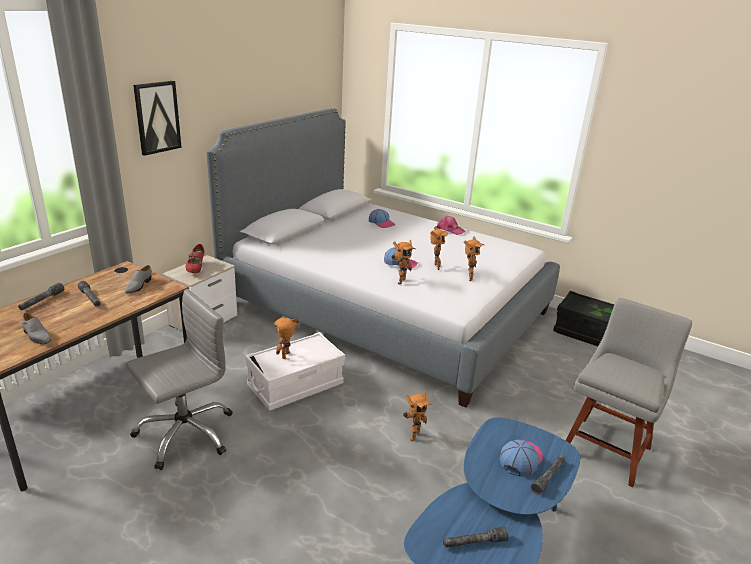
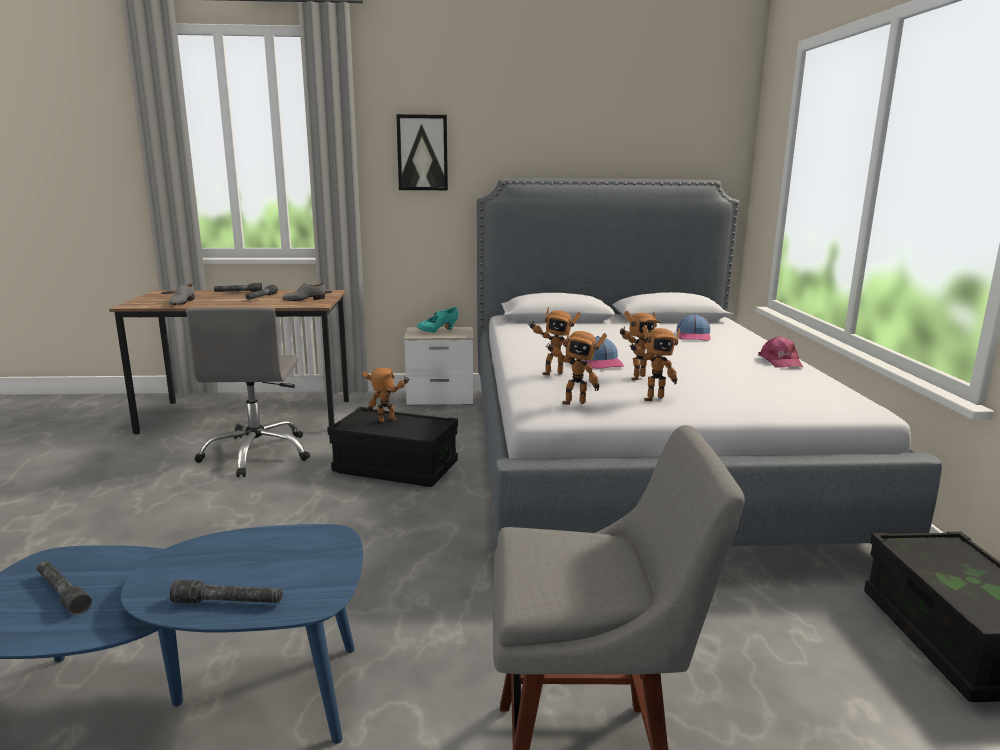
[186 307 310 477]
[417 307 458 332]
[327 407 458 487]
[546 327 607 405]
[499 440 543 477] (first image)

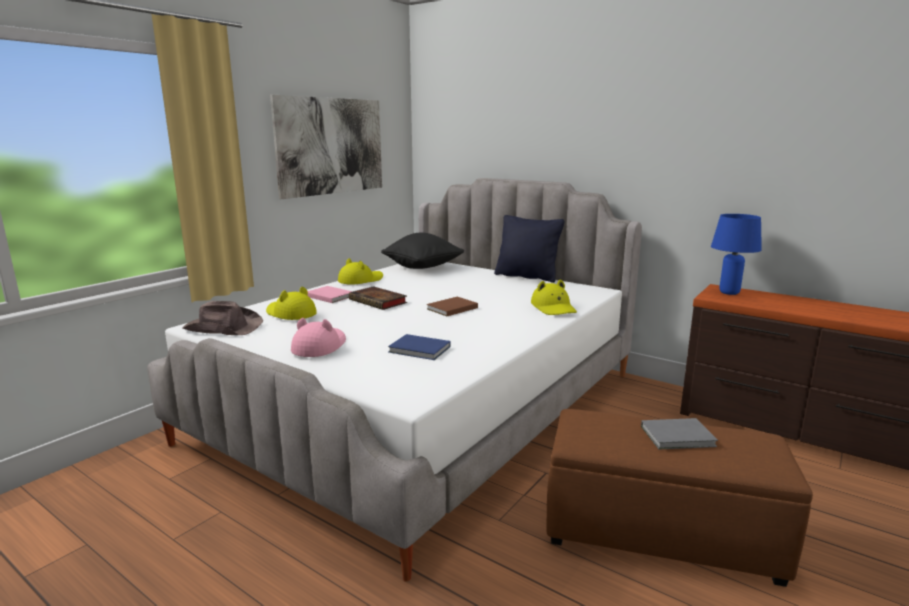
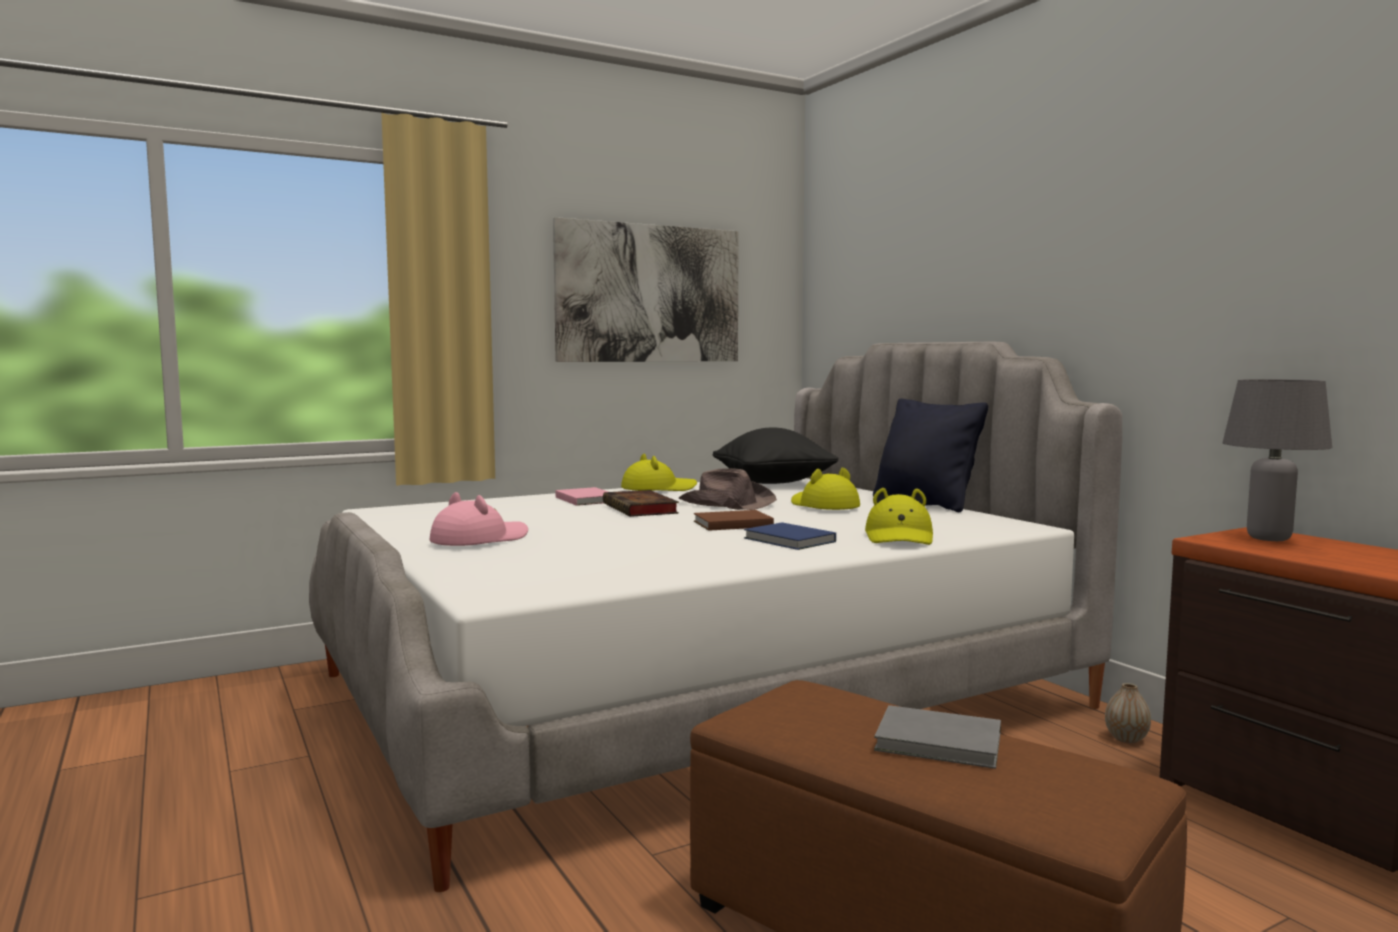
[678 468 777 510]
[791 467 860 510]
[744 523 836 550]
[1222 379 1332 541]
[1105 683 1151 743]

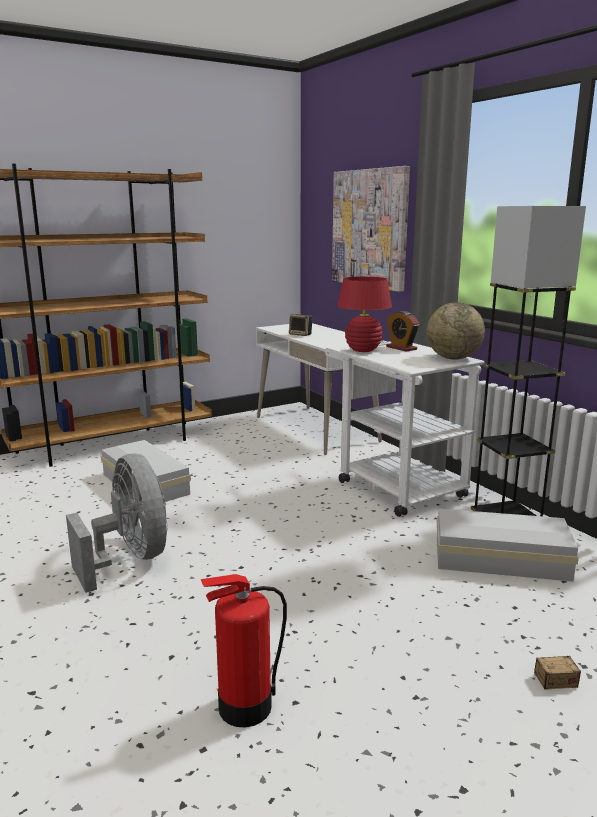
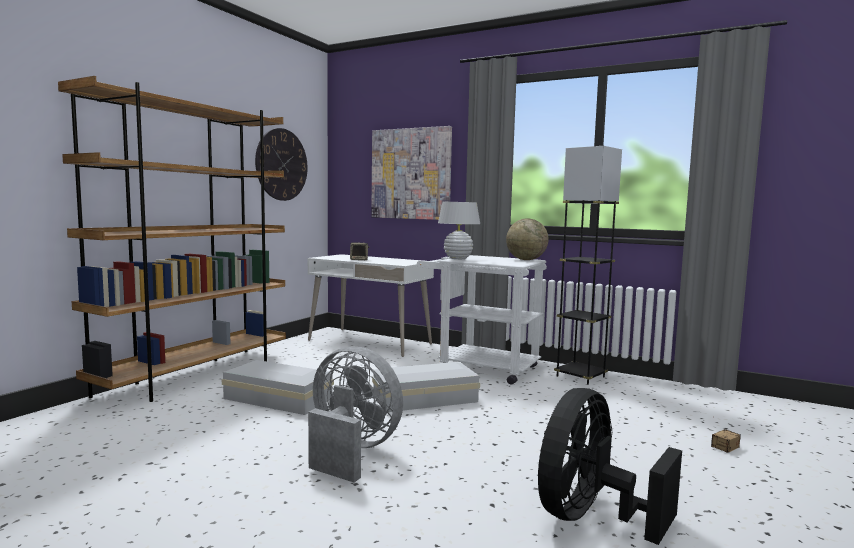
[538 388 682 545]
[438 202 480 259]
[386 311 420 352] (first image)
[372 362 480 412]
[255 128 308 201]

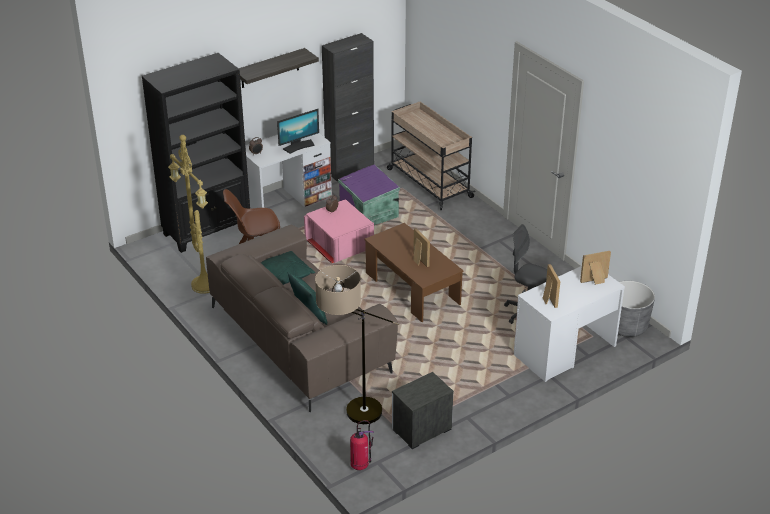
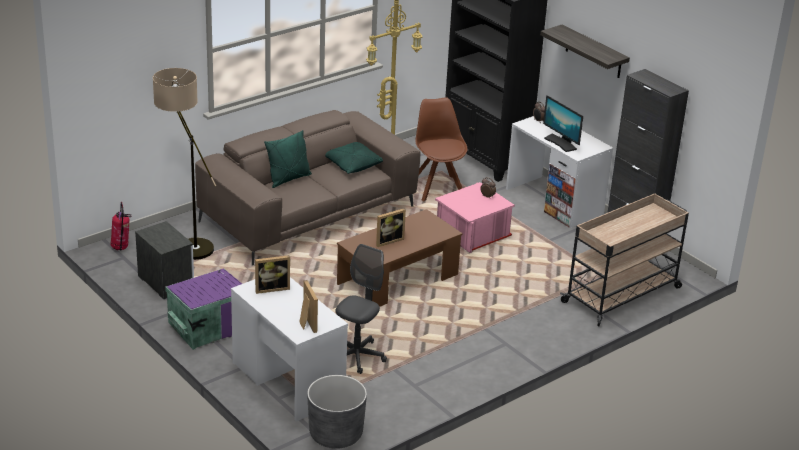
[165 268 242 350]

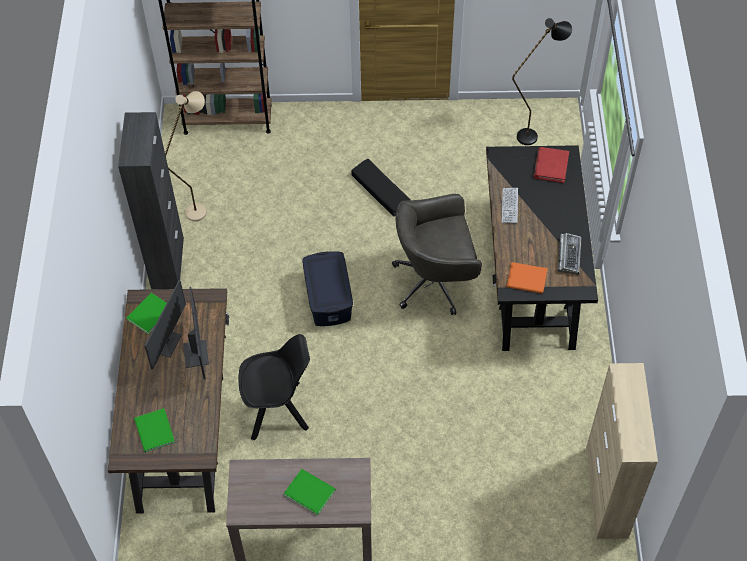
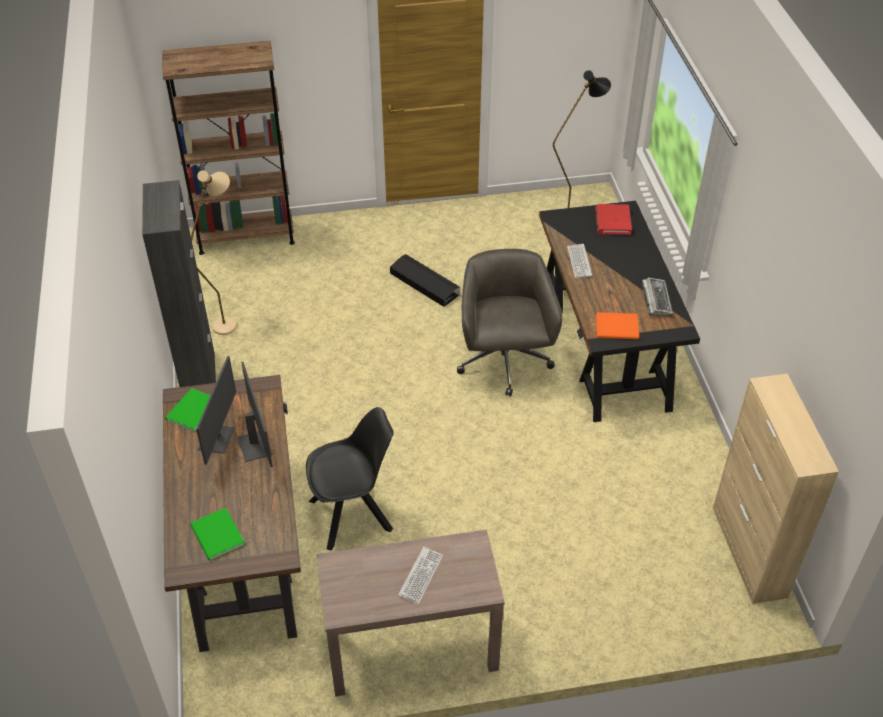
[398 547 443 604]
[302 251 353 326] (first image)
[457 249 562 396]

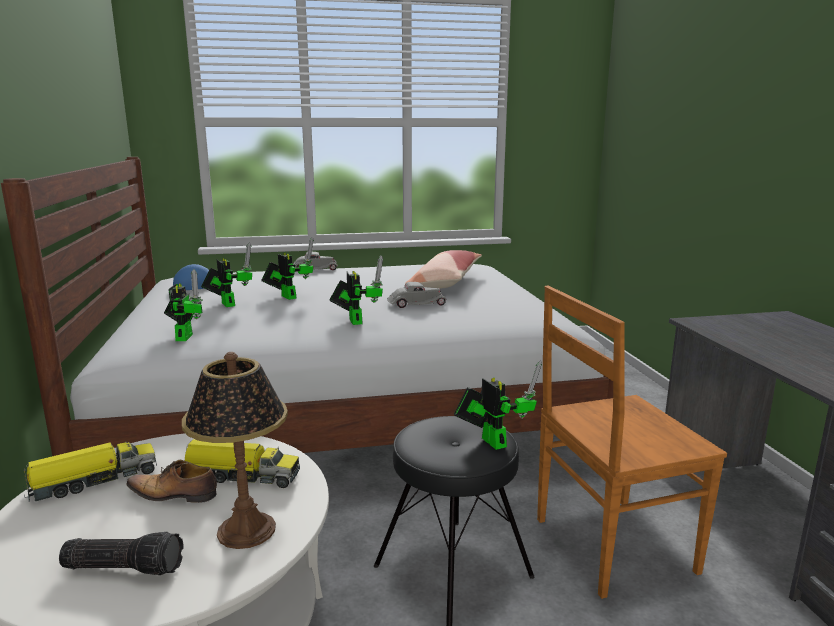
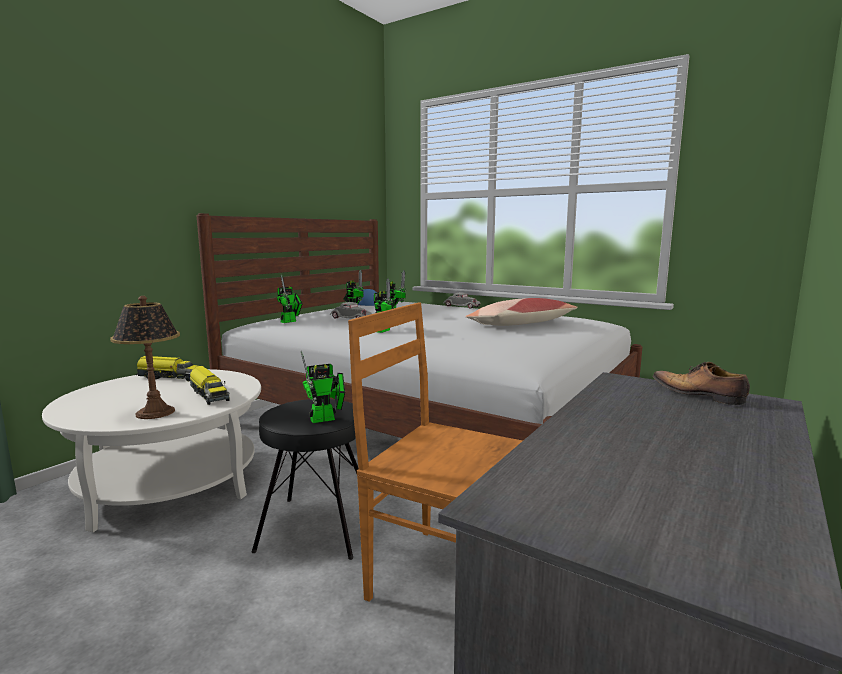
[59 532 184 575] (first image)
[653 362 750 405]
[329 302 372 319]
[301 351 345 423]

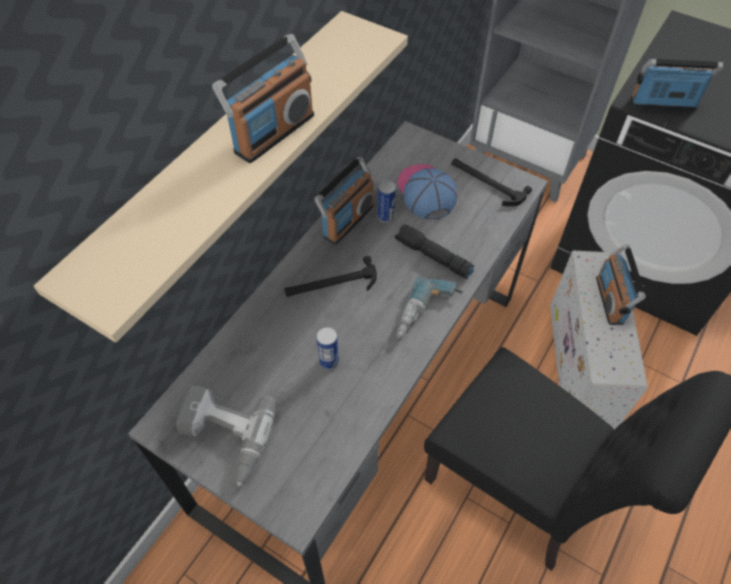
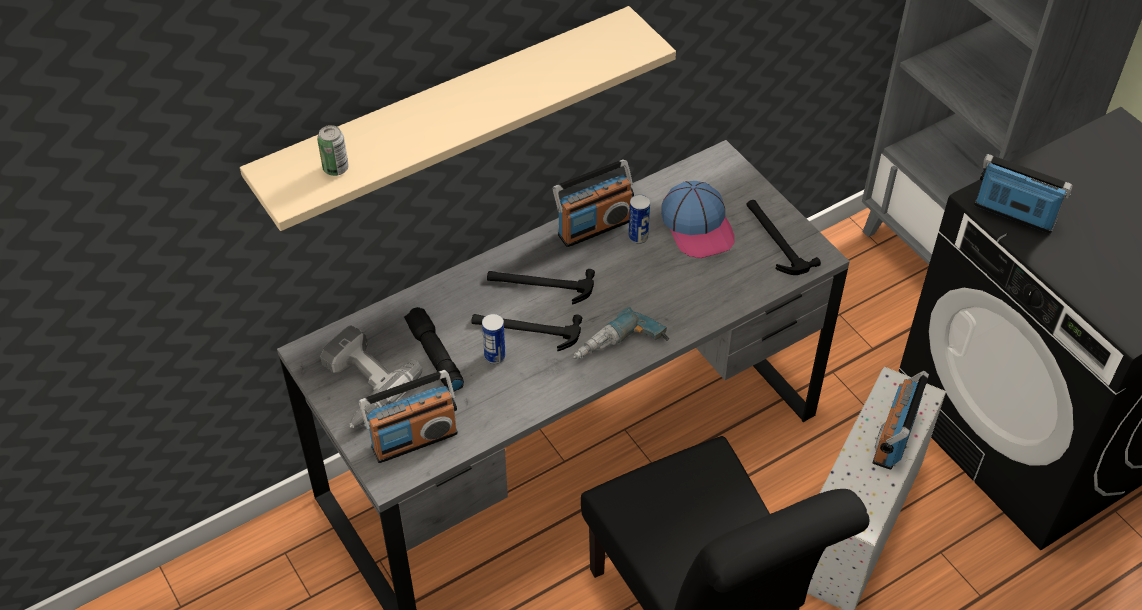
[359 370 458 463]
[404 307 464 392]
[661 181 735 258]
[317 125 349 176]
[471 314 582 351]

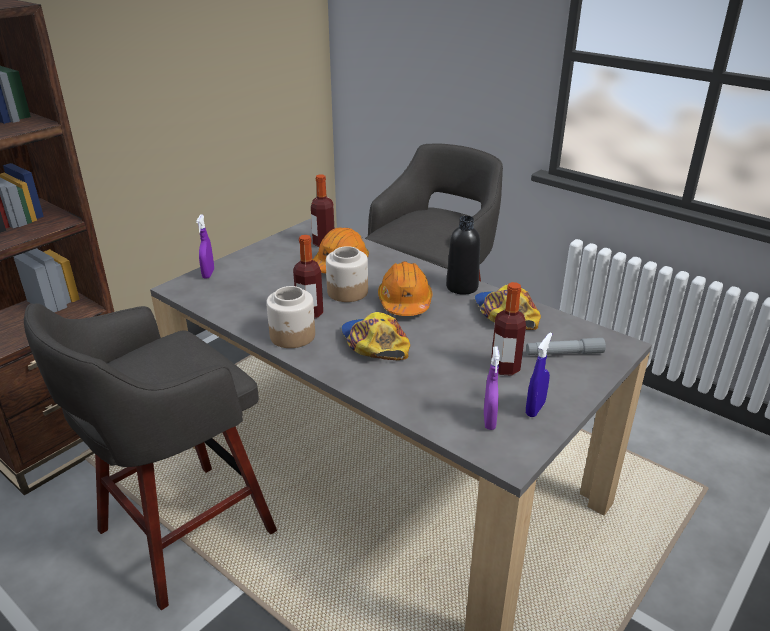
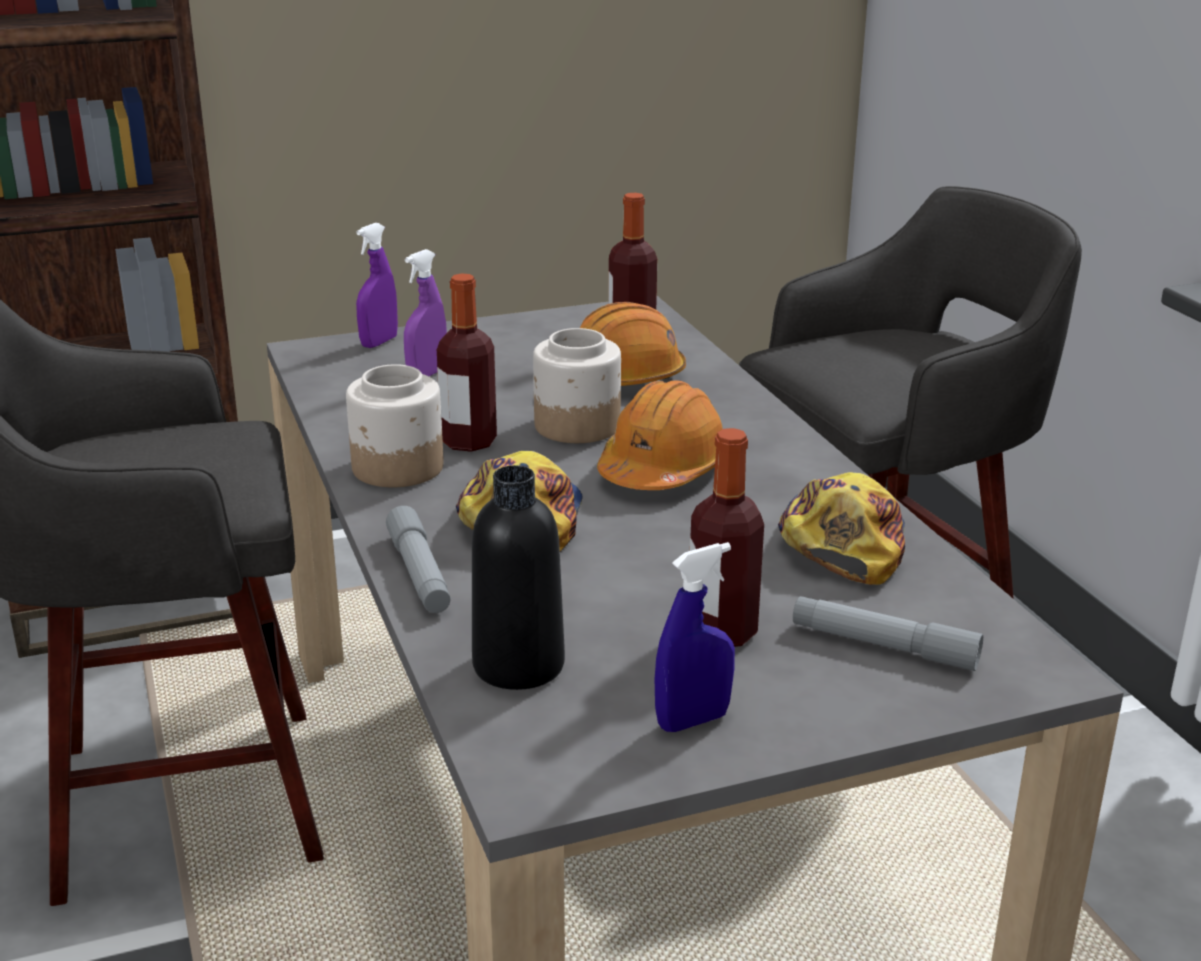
[472 465 565 690]
[404 249 447 376]
[386 506 451 613]

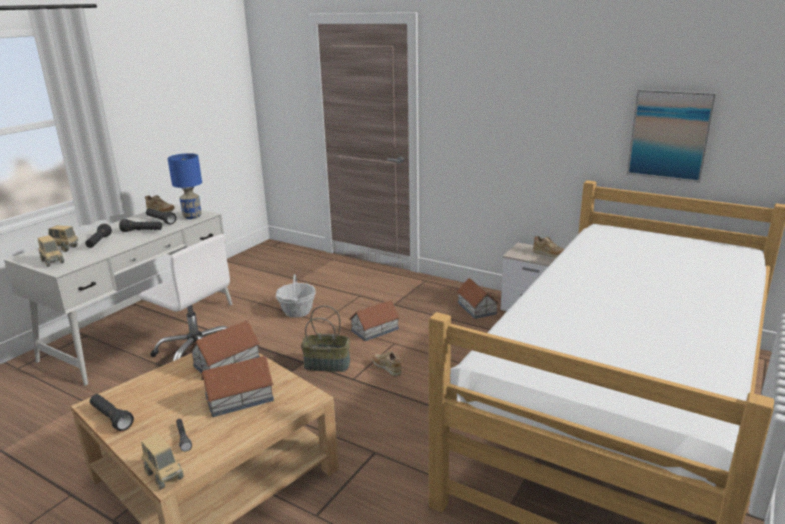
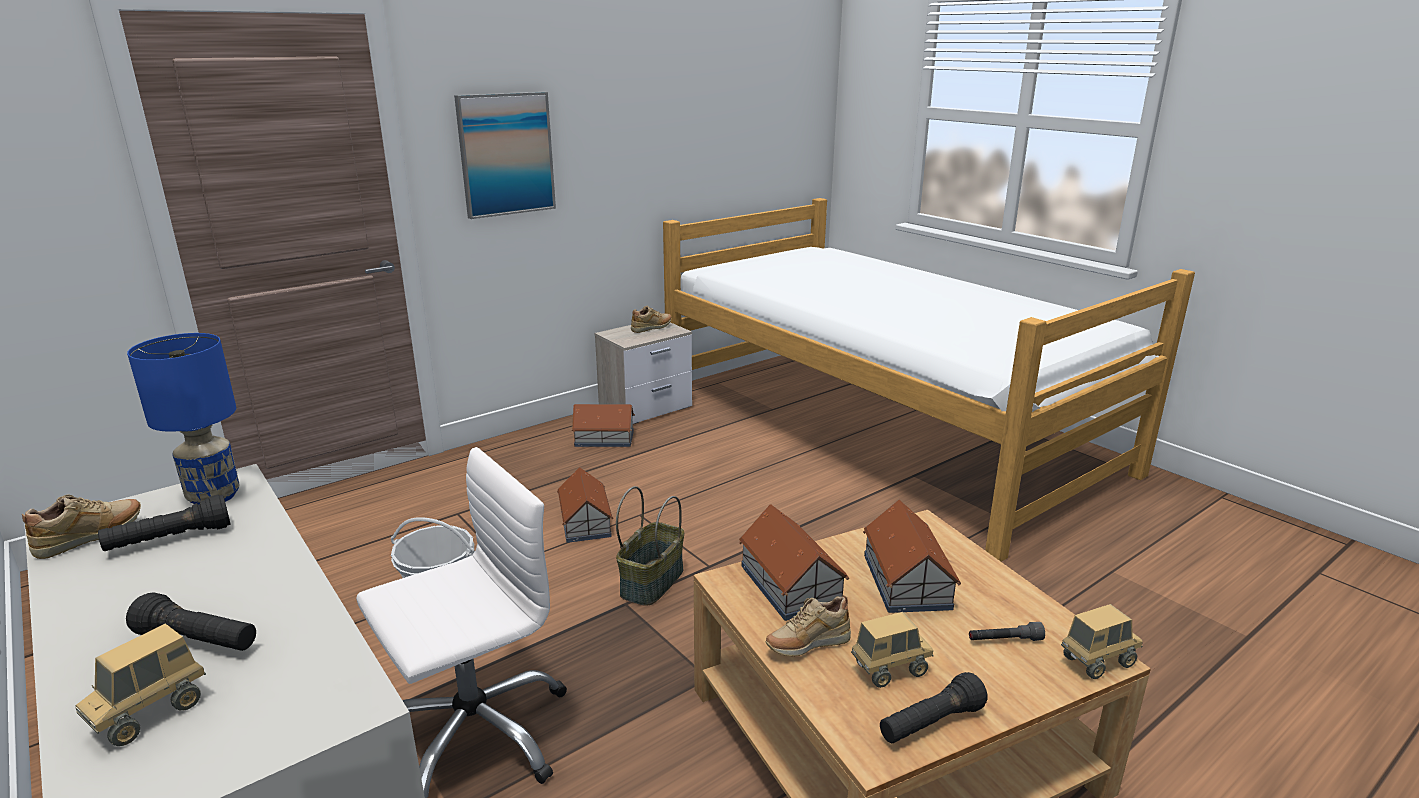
[851 612 934 688]
[119 219 162 232] (first image)
[766 595 851 656]
[454 92 556 219]

